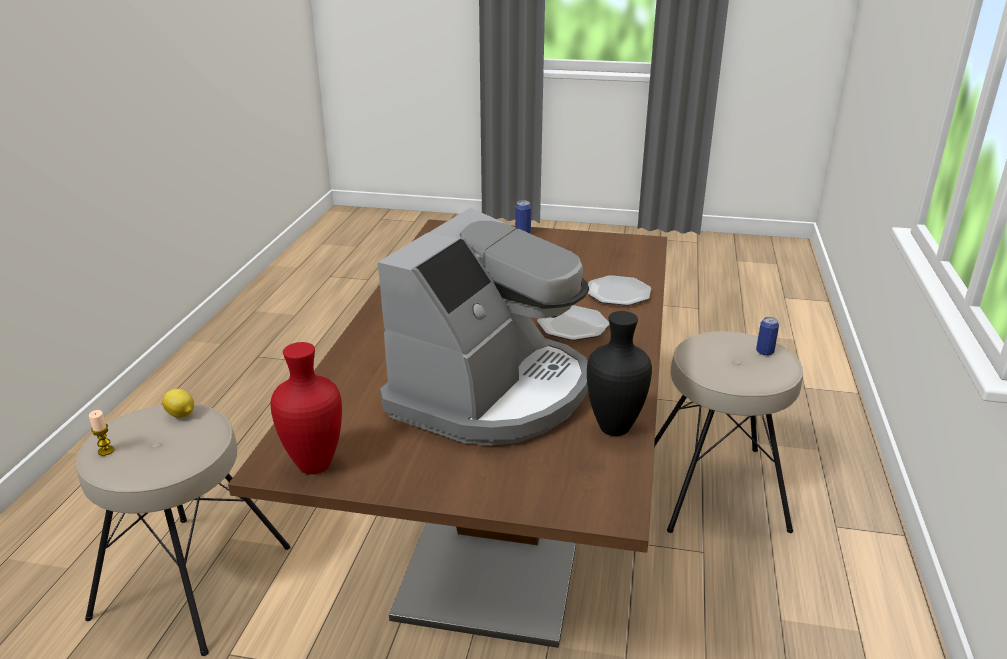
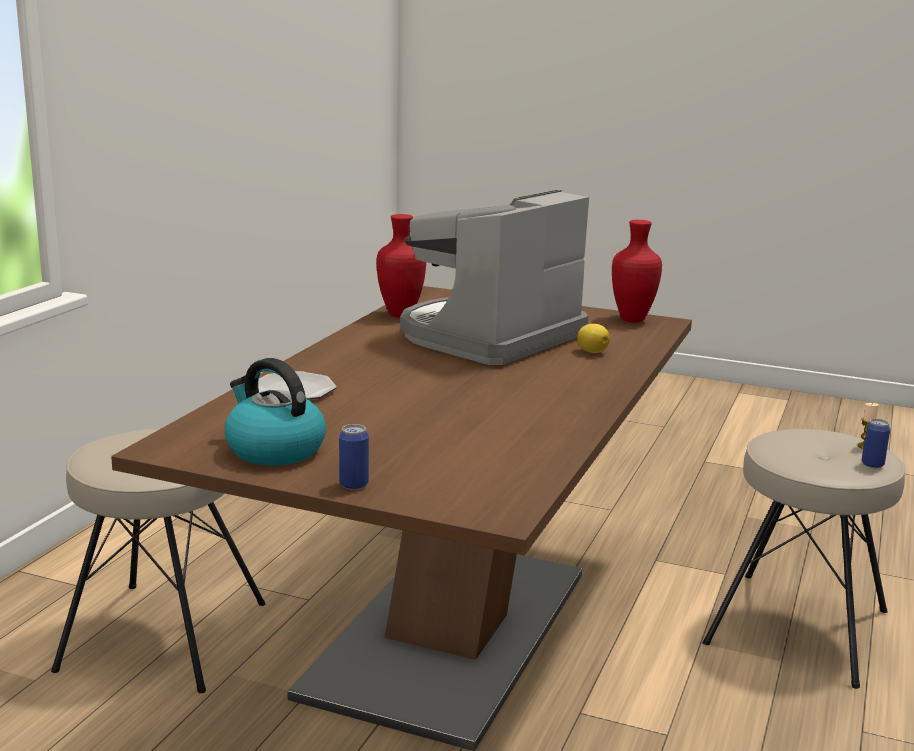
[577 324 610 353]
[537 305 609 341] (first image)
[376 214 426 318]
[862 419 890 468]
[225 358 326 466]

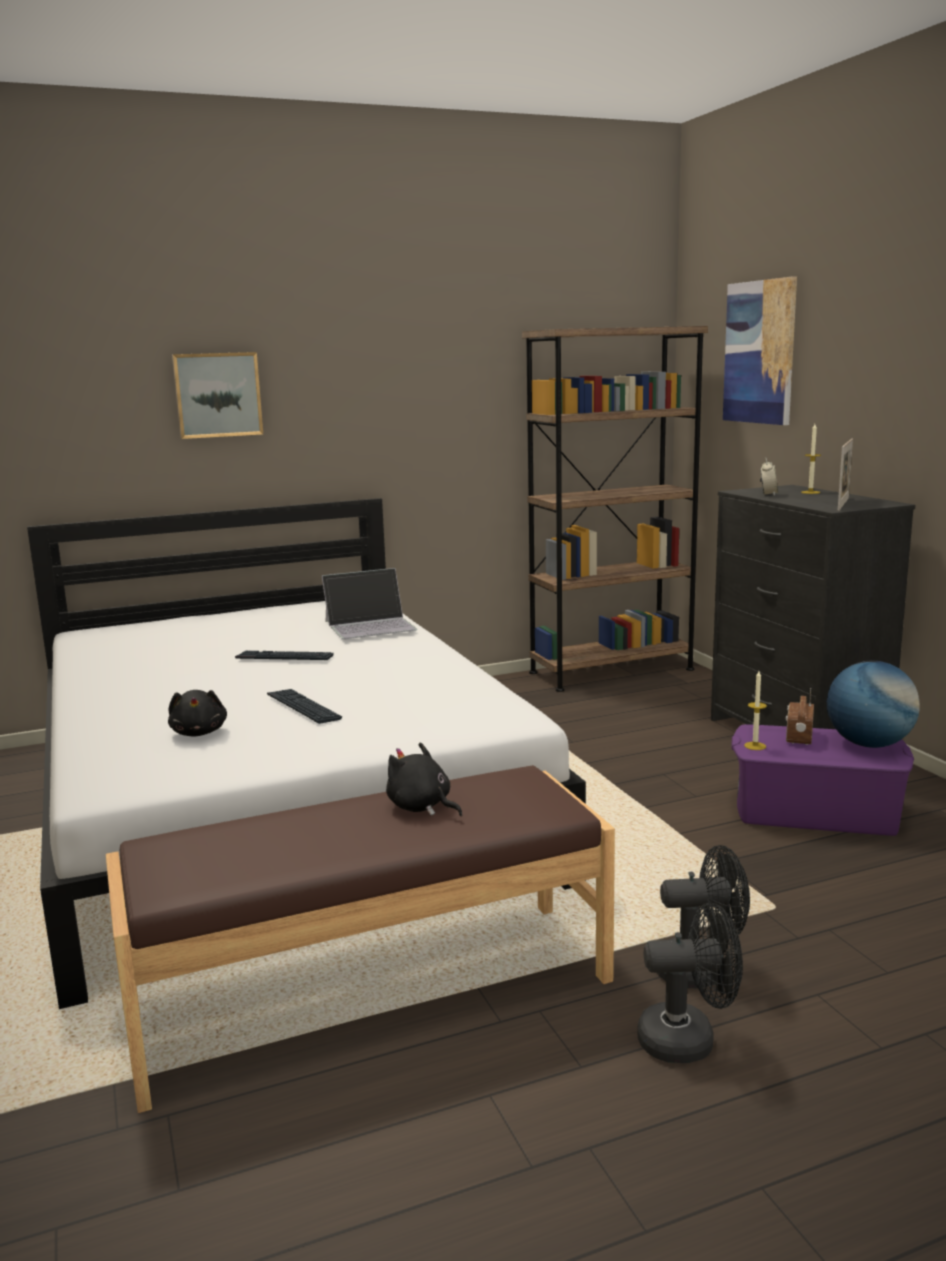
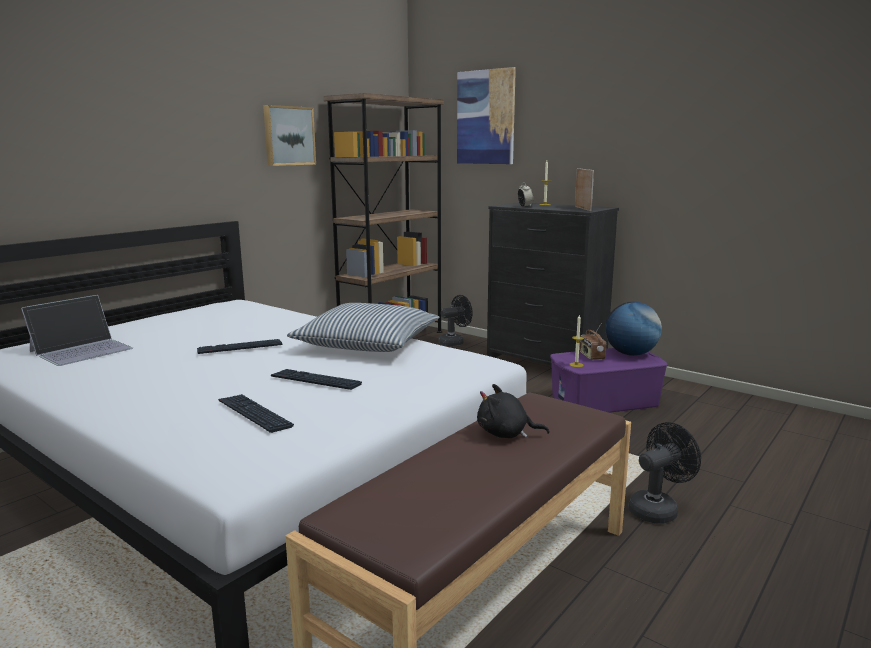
[218 394 294 433]
[263 105 316 166]
[21 295 133 366]
[439 295 473 346]
[287 303 439 352]

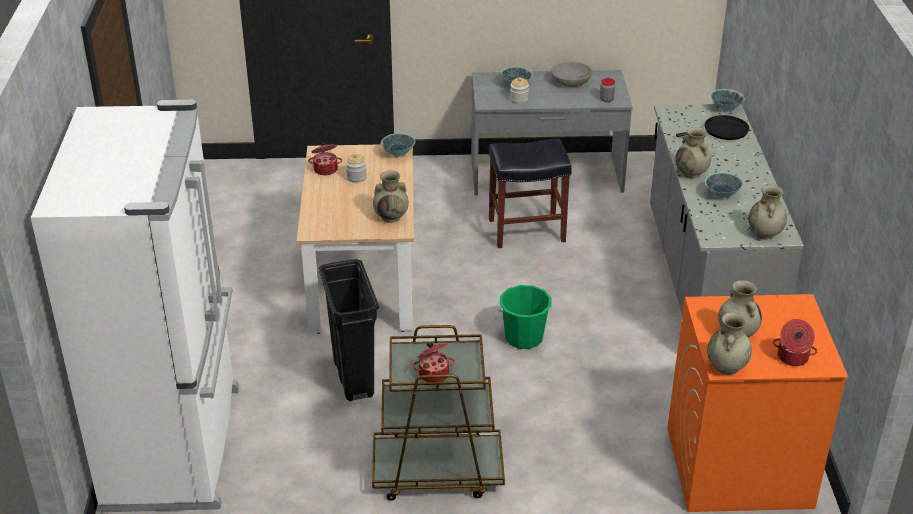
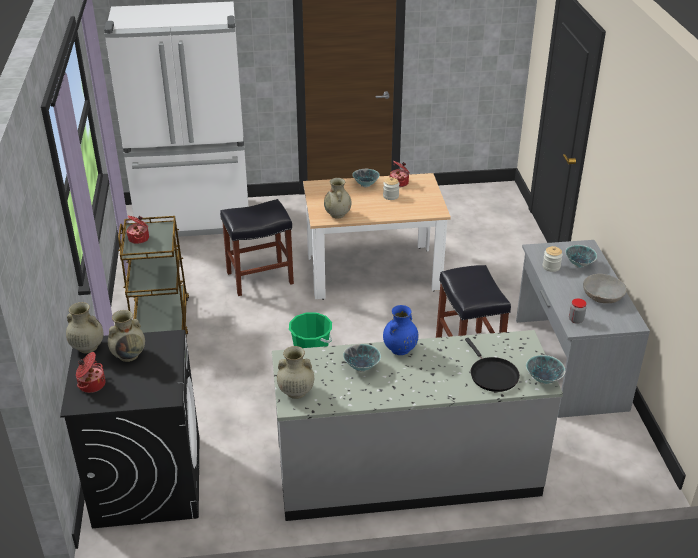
[220 199 294 296]
[352 169 380 187]
[60 330 199 528]
[383 305 419 355]

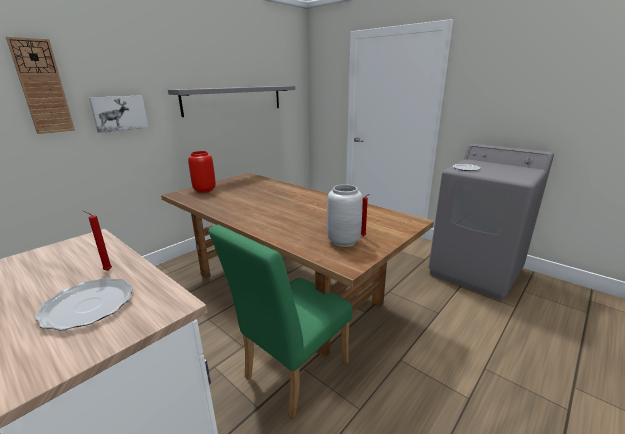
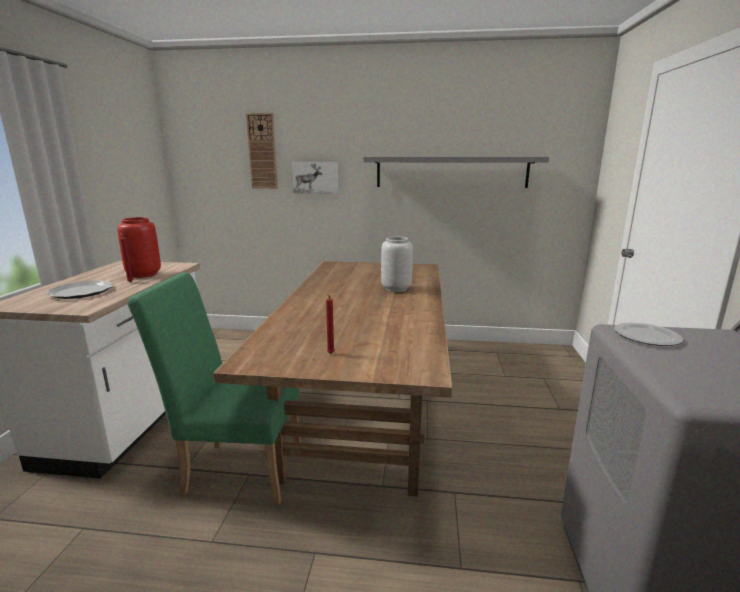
[117 217 161 278]
[381 237 413 292]

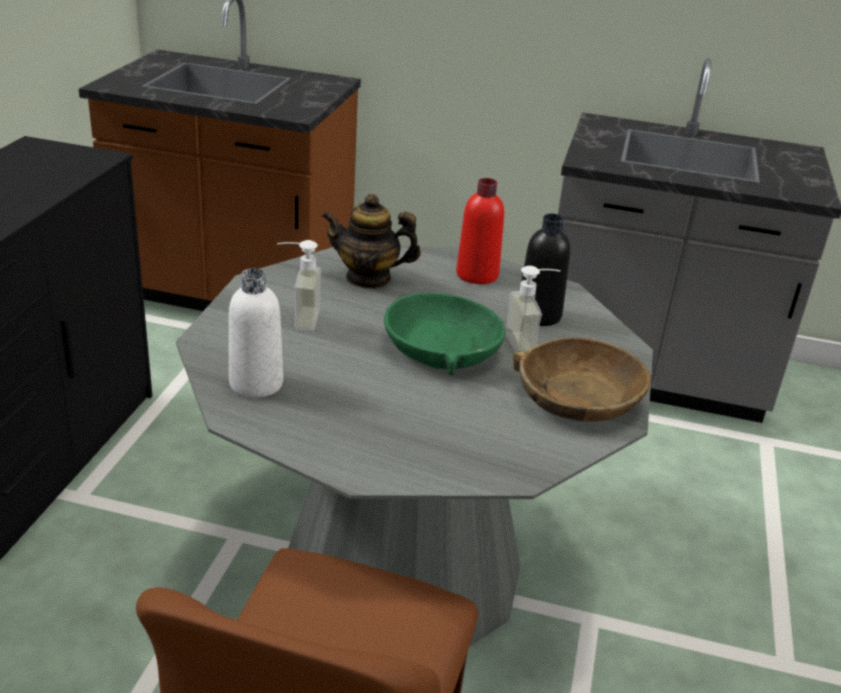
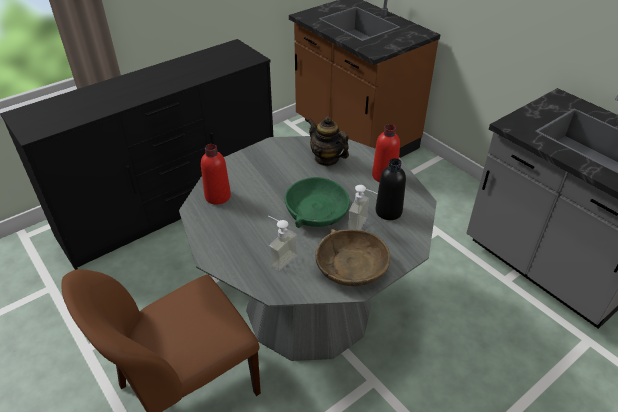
[201 144 231 205]
[268 216 298 271]

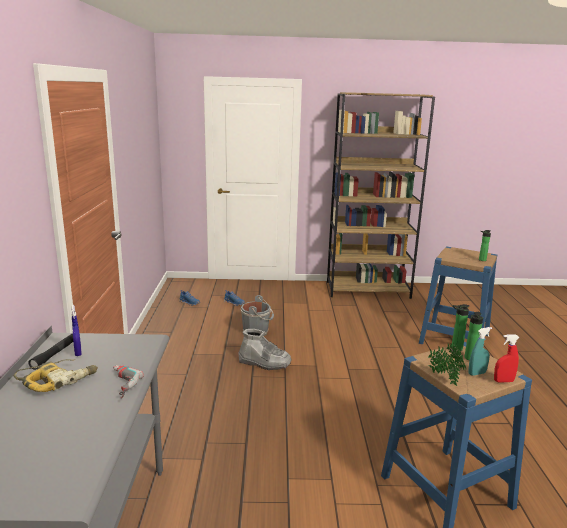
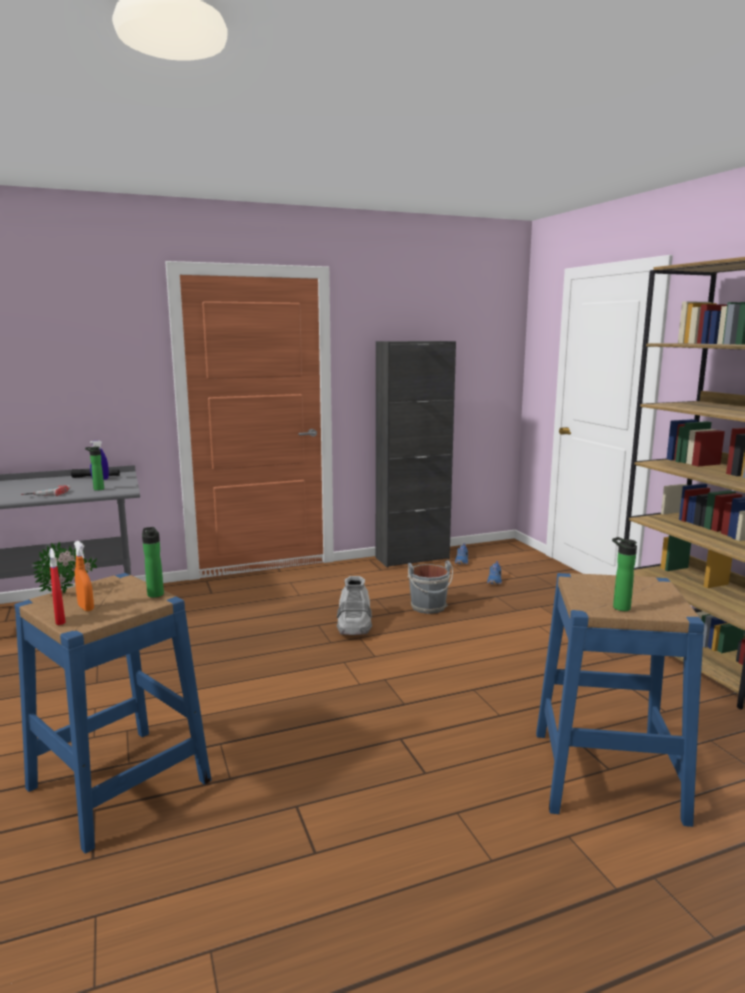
[14 359 98 392] (first image)
[85 447 104 491]
[74 541 94 611]
[376 341 456 567]

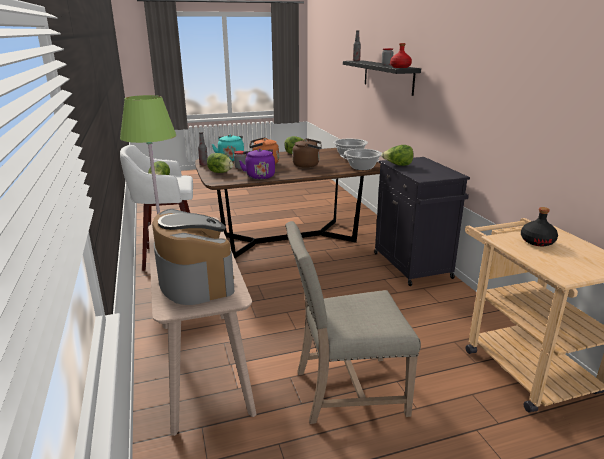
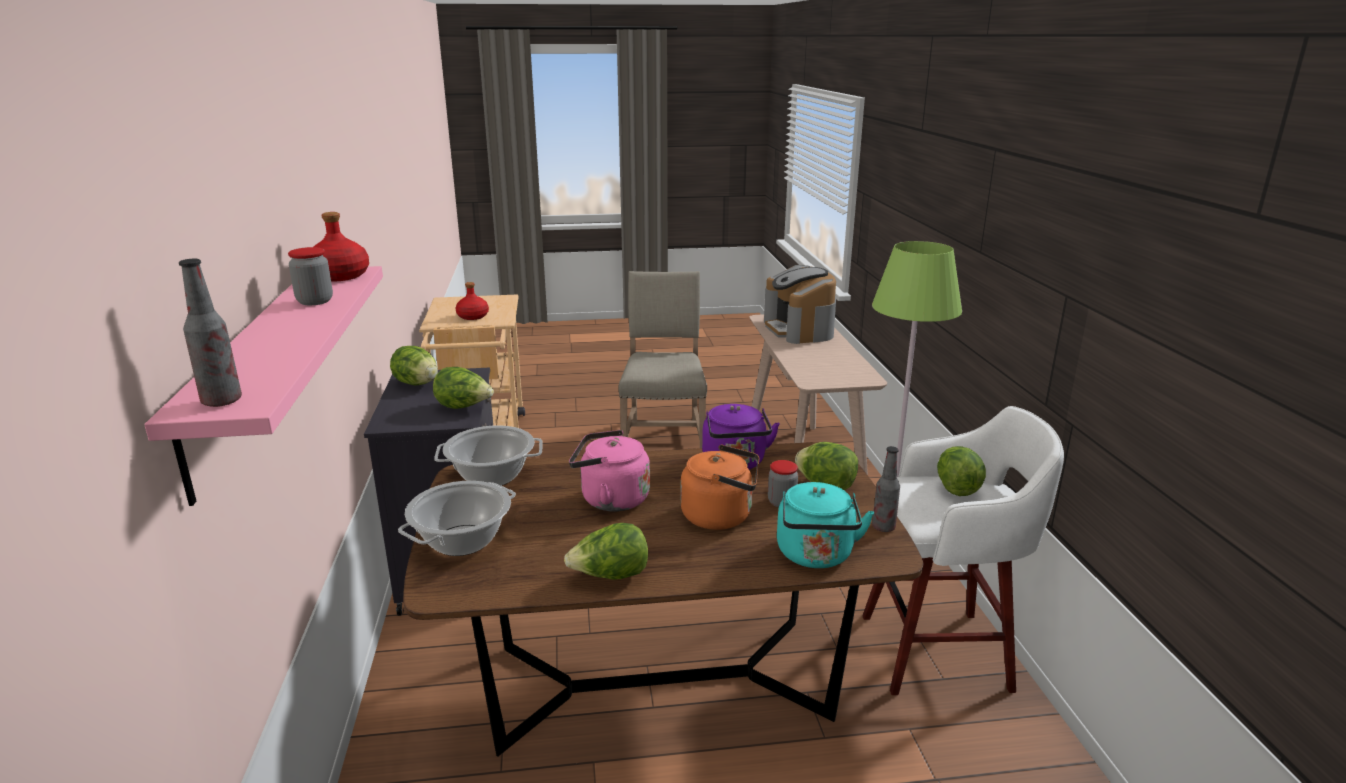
[618 271 707 448]
[569 430 650 511]
[144 266 383 506]
[456 282 489 320]
[390 346 438 386]

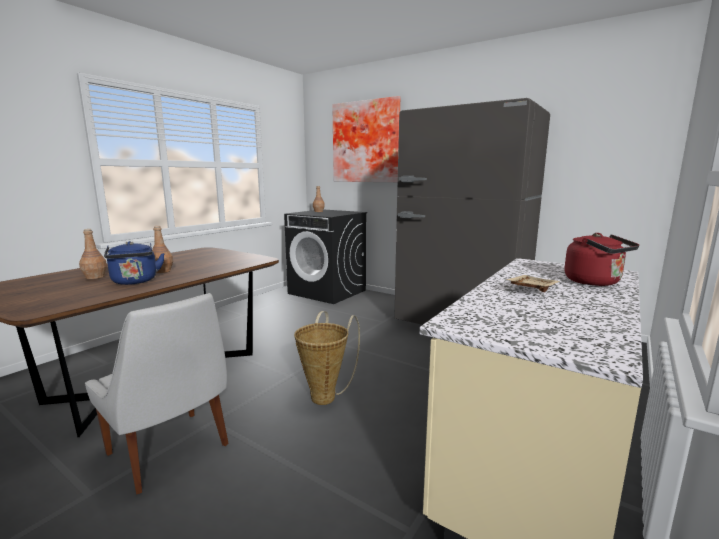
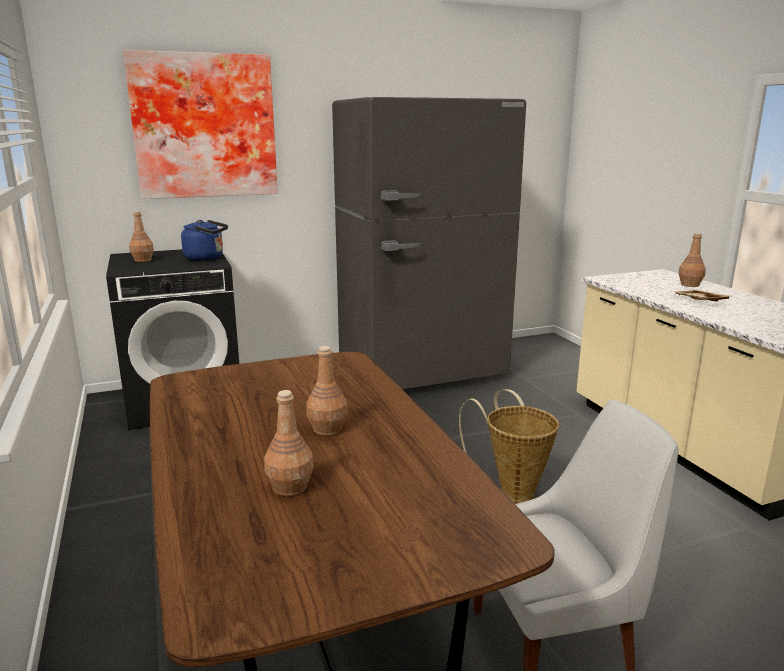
[181 220 228 261]
[678 233 706 287]

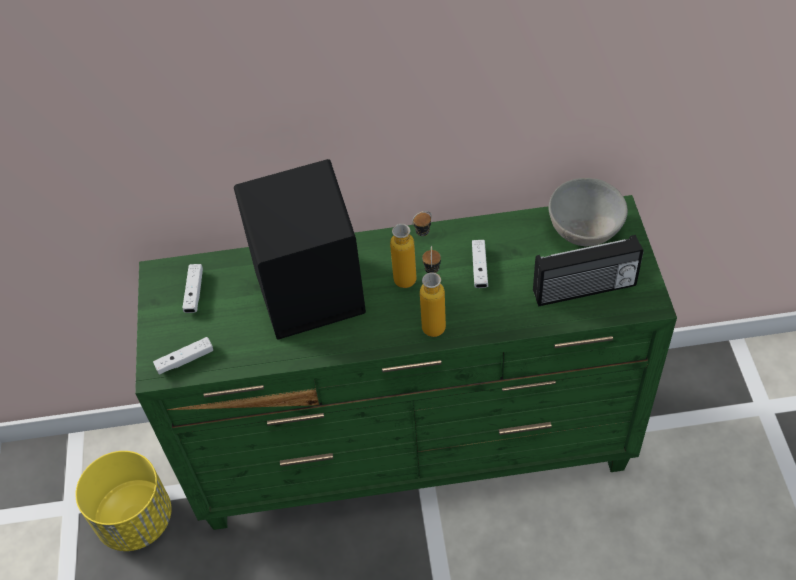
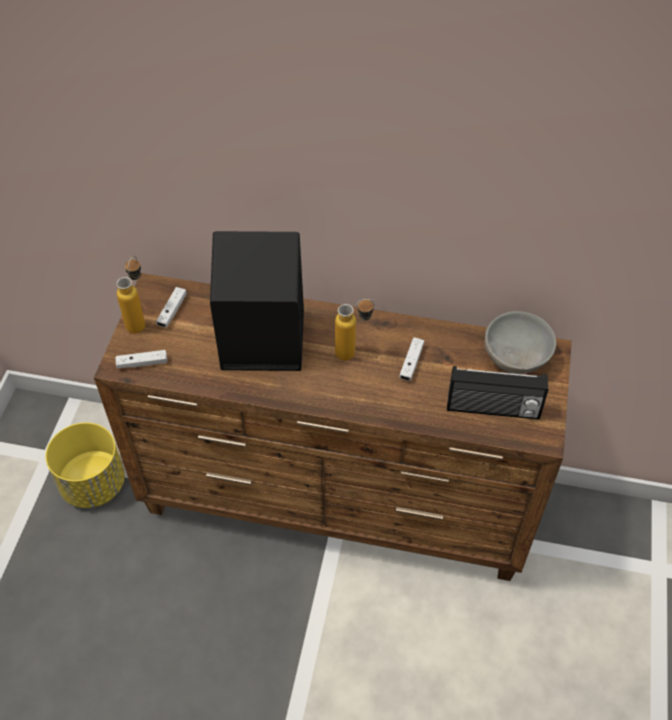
[94 273 572 581]
[116 256 146 334]

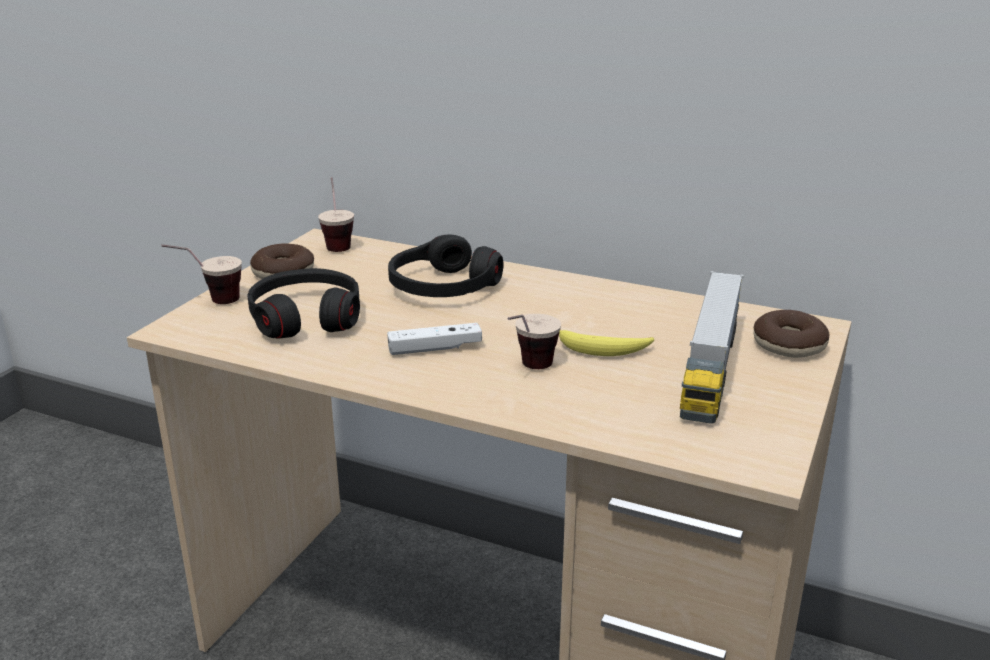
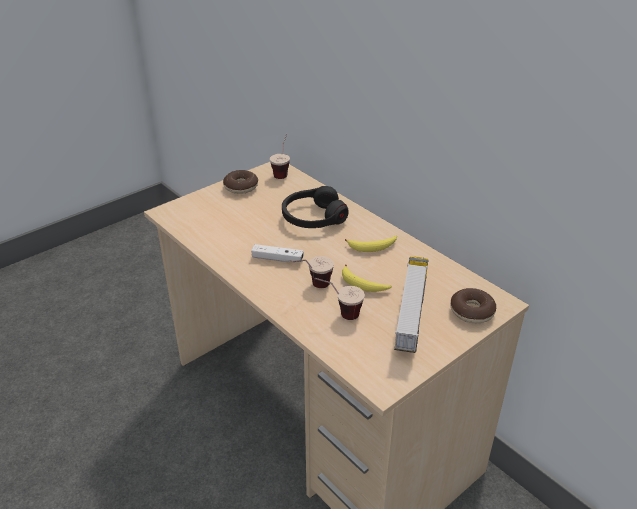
[315 278 365 320]
[248 268 360 339] (first image)
[394 256 429 353]
[345 235 397 252]

